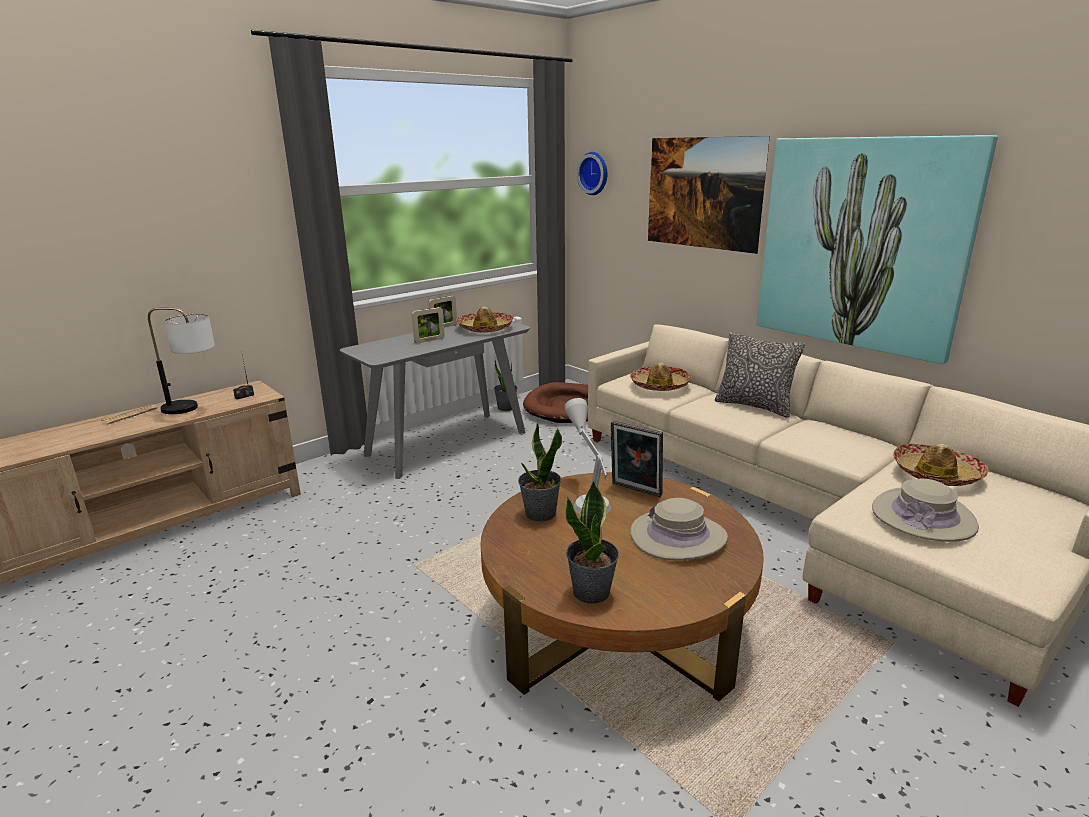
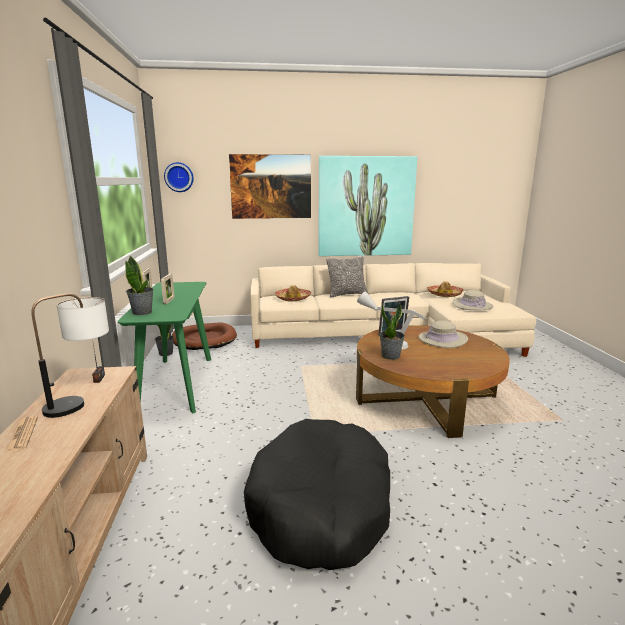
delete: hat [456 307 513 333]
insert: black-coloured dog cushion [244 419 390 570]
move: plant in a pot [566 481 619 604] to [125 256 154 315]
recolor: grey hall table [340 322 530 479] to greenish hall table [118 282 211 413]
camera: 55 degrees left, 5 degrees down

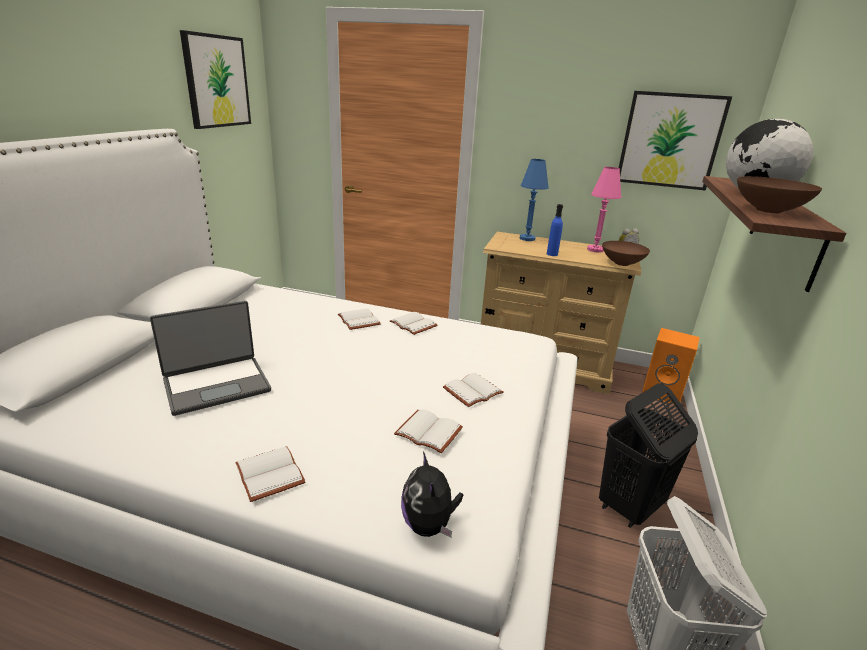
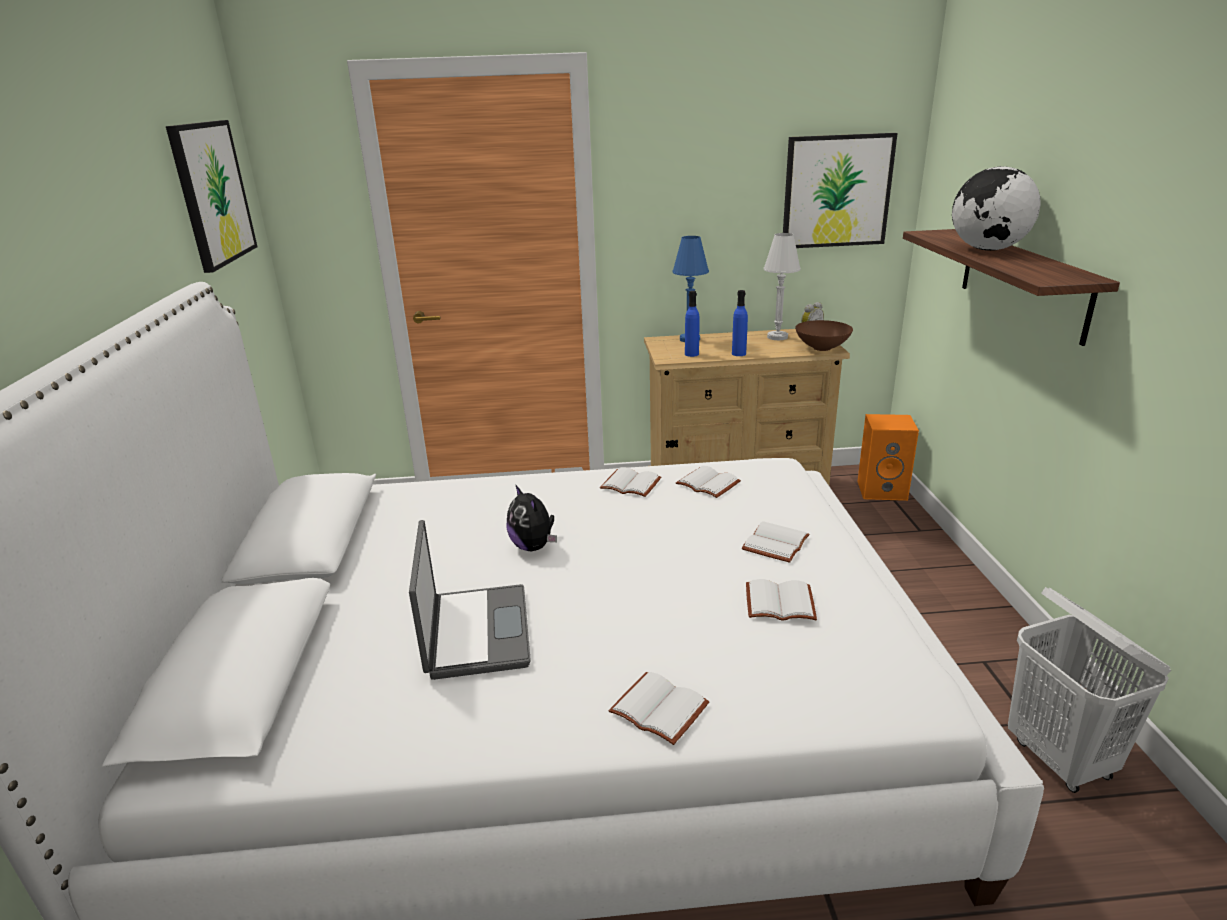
delete: black-coloured laundry basket [599 383 698 528]; brown serving bowl [737 176 822 213]
insert: blue bottle [685 291 699 357]
move: cuddly toy [401 452 463 537] to [506 484 557 551]; white-coloured bound book [338 308 381 330] to [676 466 741 498]
recolor: pinkish lamp for a table [587 167 621 253] to white-coloured lamp for a table [763 233 801 340]
rotate: laptop [150 301 271 416] = [409 520 531 680] 45 degrees counterclockwise
camera: 20 degrees left, 0 degrees up

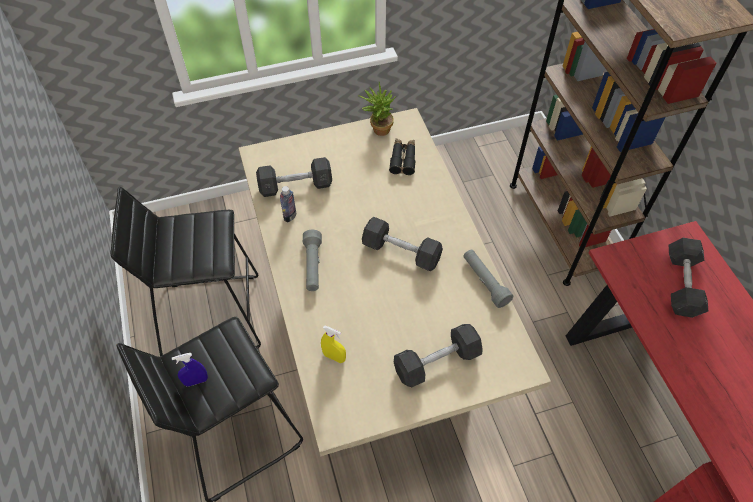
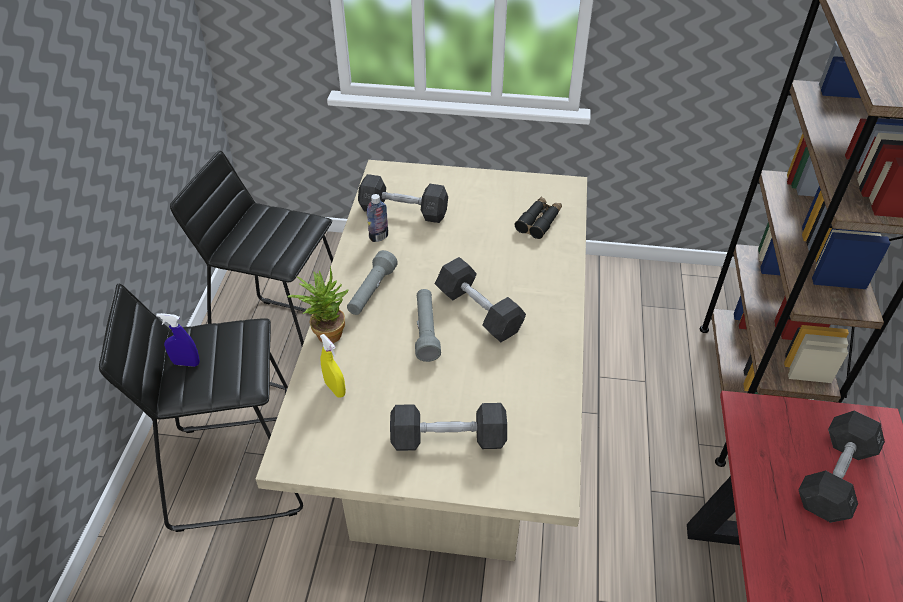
move: plant in a pot [358 82 395 136] to [287 266 348 343]; grey flashlight [463 250 513 308] to [415 289 441 362]
camera: 25 degrees right, 10 degrees down

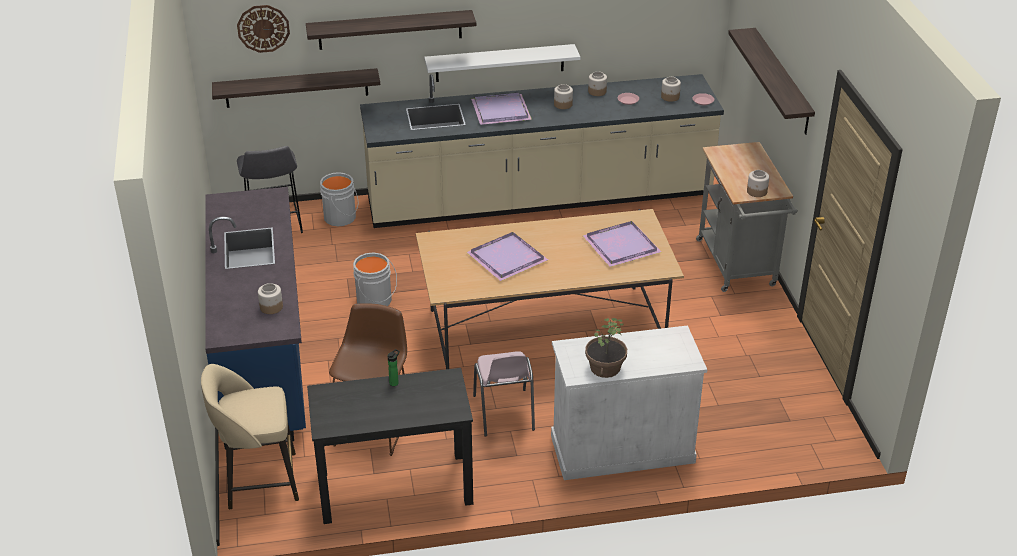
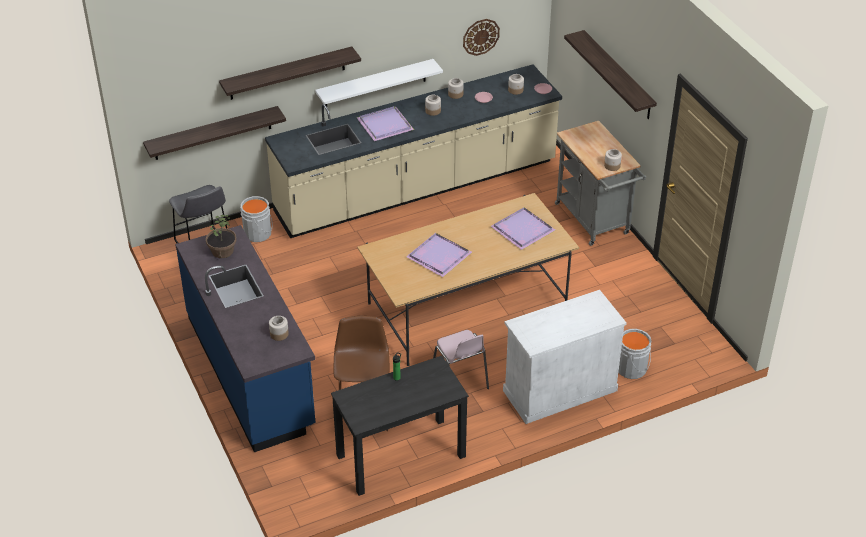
delete: beige stool [201 364 299 510]
move: plant in a pot [585 318 627 378] to [206 214 237 258]; clock on the wall [237 5 290 53] to [463 19 500 56]; grey bucket [353 253 397 306] to [618 329 652 379]
camera: 15 degrees left, 5 degrees up

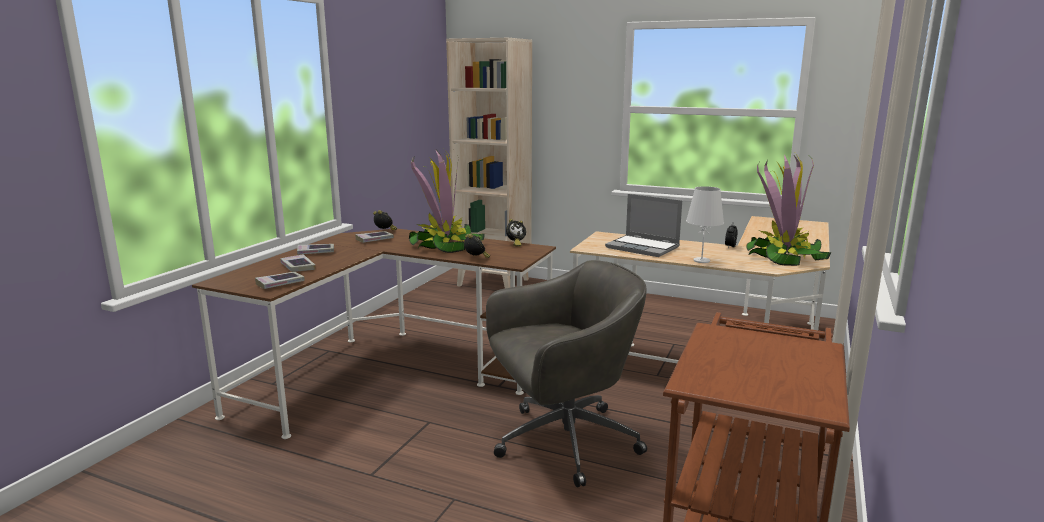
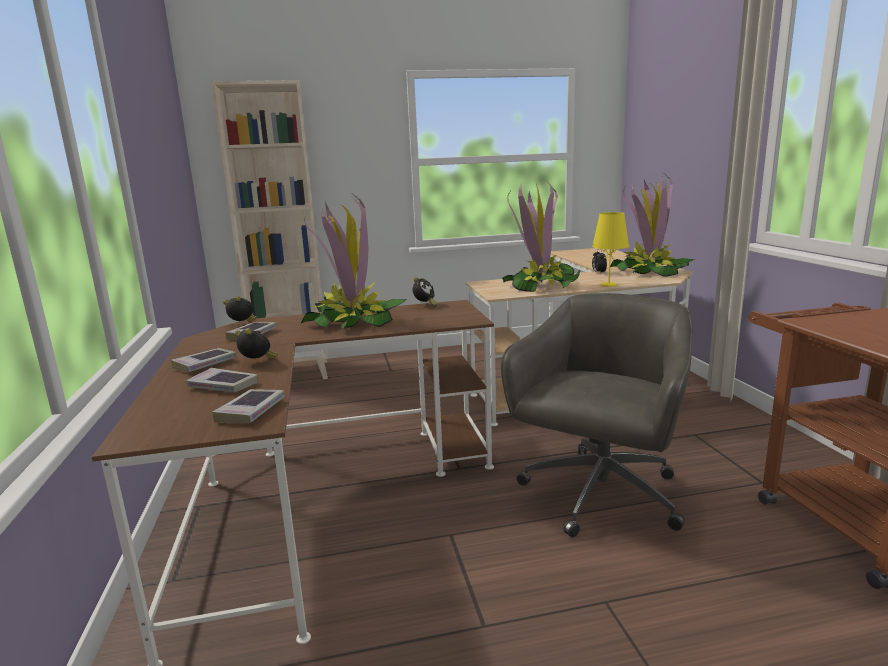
move: table clock [464 234 490 258] to [234 328 278 359]
replace: laptop [605 194 682 257] to plant in a pot [502 180 580 292]
recolor: white-coloured lamp for a table [686 186 724 263] to yellow lamp for a table [592 212 629 287]
camera: 35 degrees left, 0 degrees up

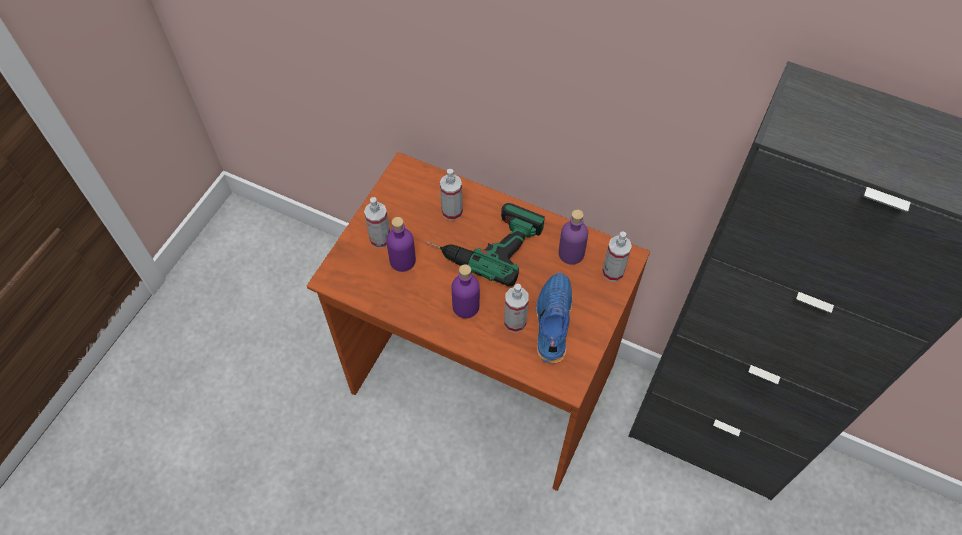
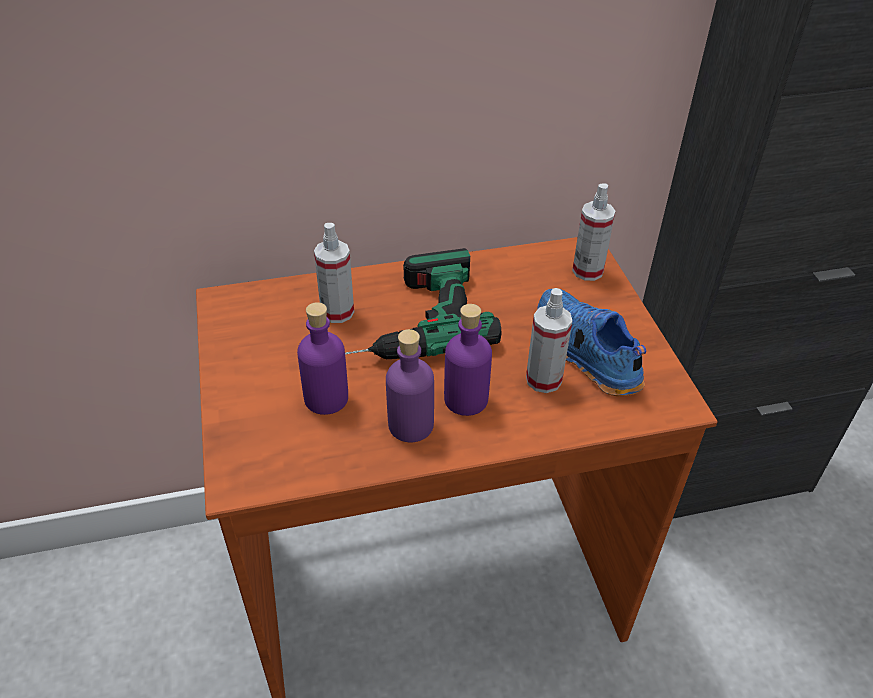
delete: sprayer [364 197 390 248]
move: purple bottle [559 209 588 265] to [386 329 434 442]
camera: 40 degrees left, 15 degrees down

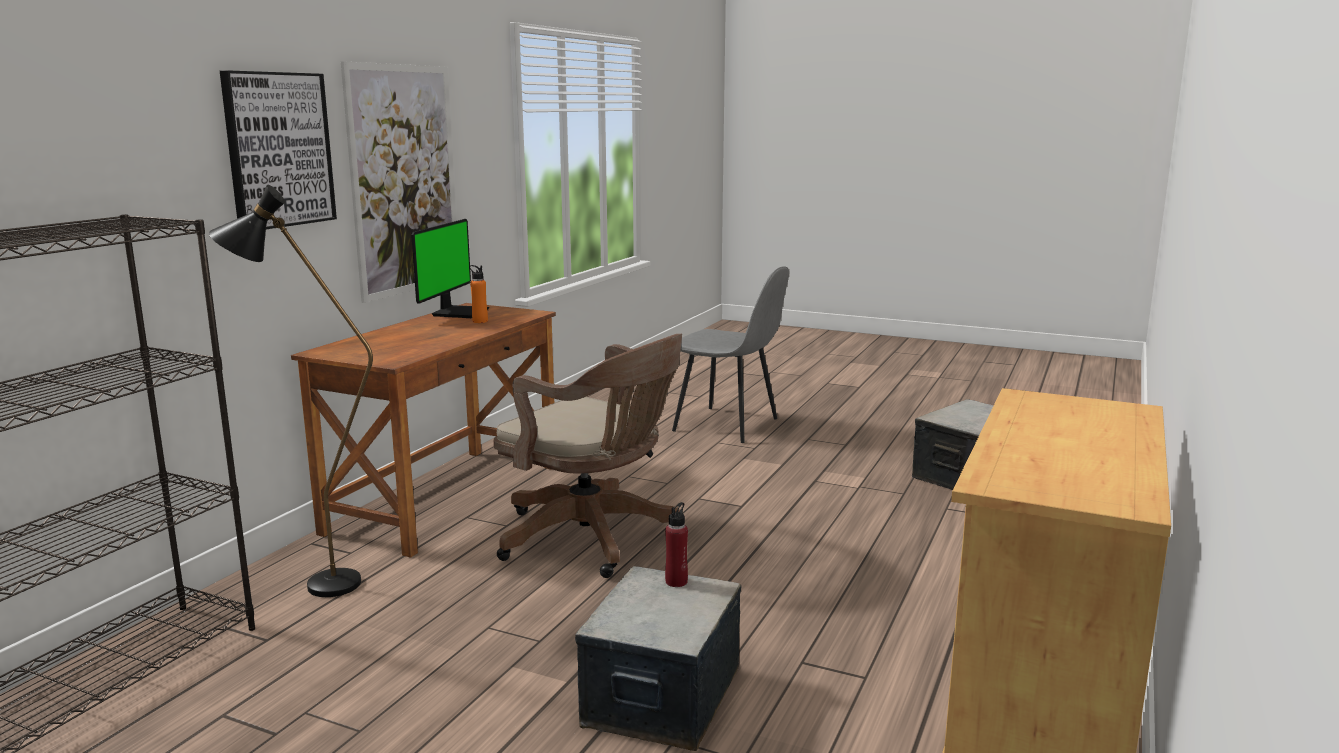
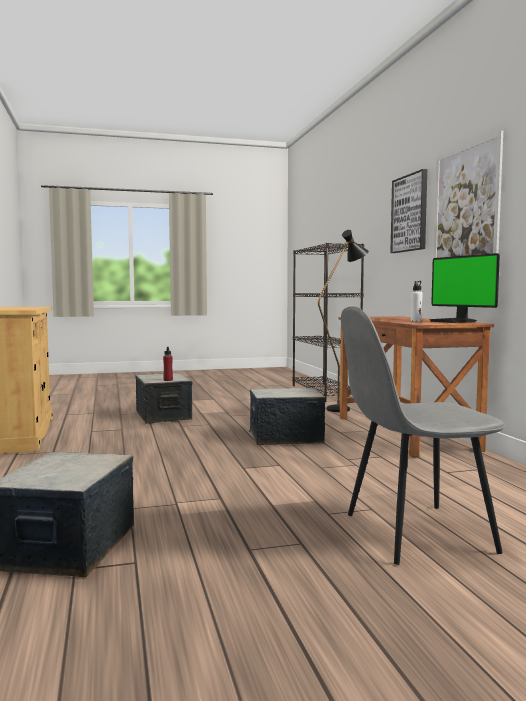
replace: brown computer chair [493 334 682 578] to storage container [249 388 326 445]
recolor: orange bottle [469 265 488 323] to white-coloured bottle [411 281 423 322]
camera: 140 degrees right, 10 degrees down

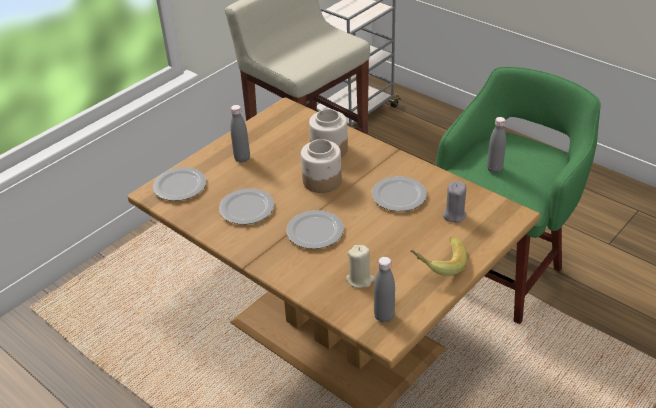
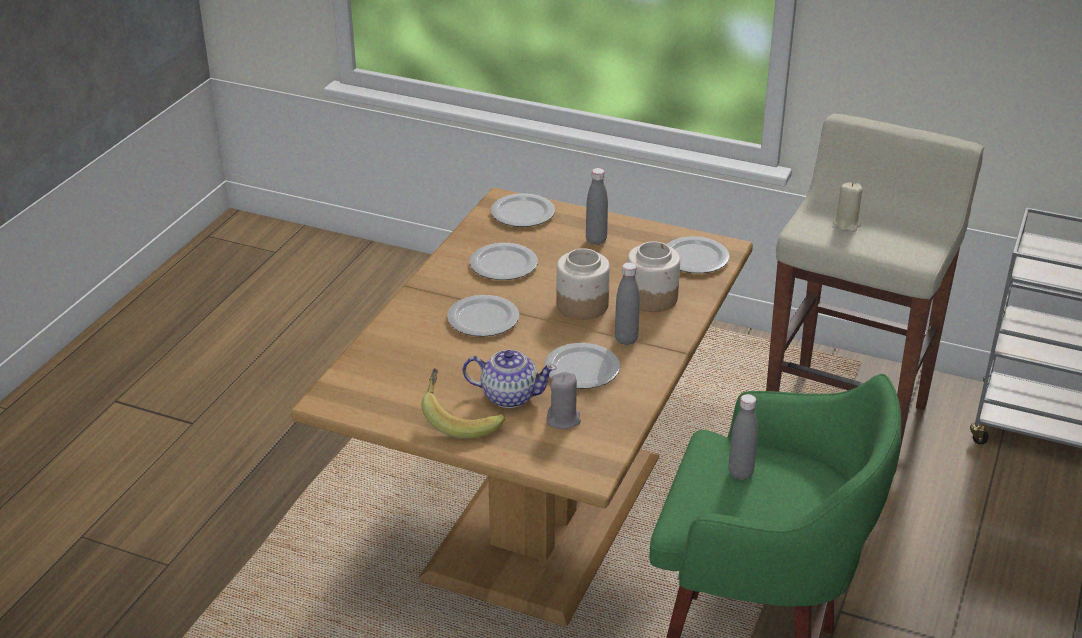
insert: pot for tea [463 350 557 408]; flat dish [666 237 730 273]
move: grey bottle [374 257 395 323] to [615 262 640 345]; beige wax light [346 245 375 288] to [833 182 863 232]
camera: 70 degrees right, 5 degrees down

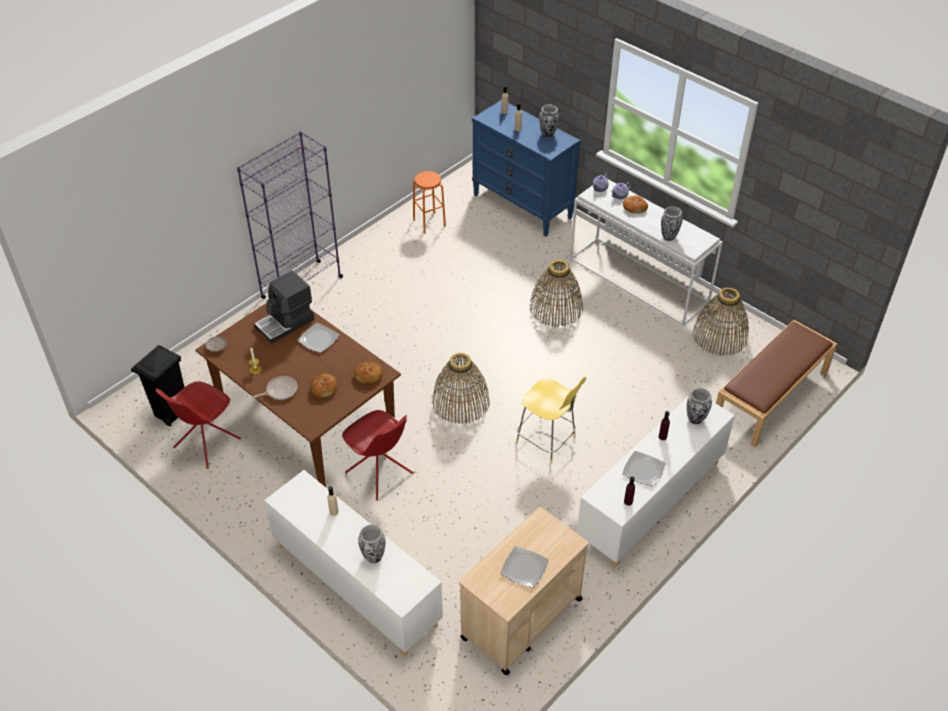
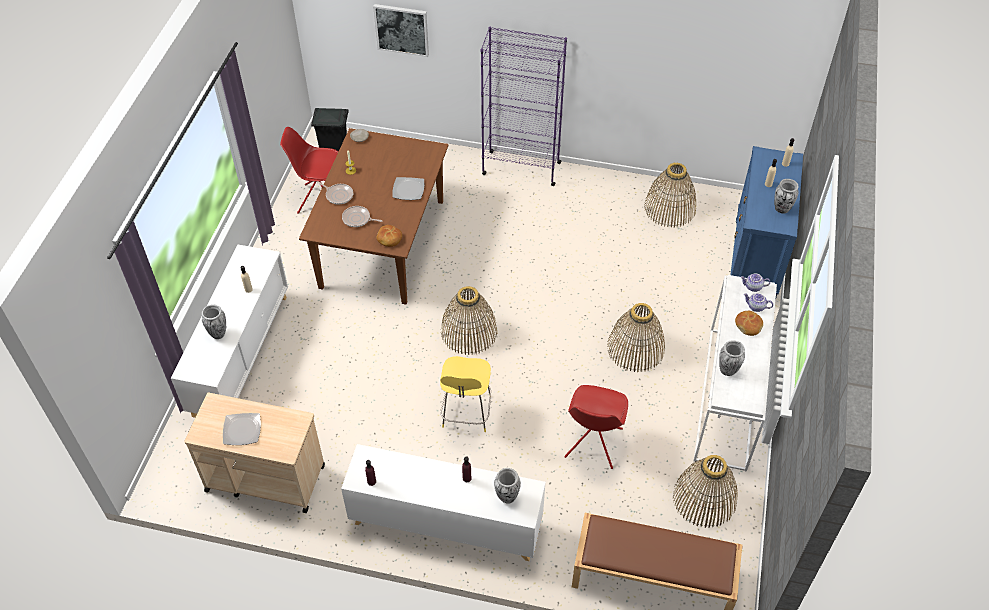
delete: coffee maker [254 270 314 344]; flat dish [622 451 666 487]
insert: wall art [373 4 429 57]
move: reddish plain chair [342 410 414 501] to [564 385 628 469]
replace: bread [311 374 337 398] to skillet [342 206 382 227]; orange stool [413 171 446 234] to storage basket [644 163 696 228]
camera: 60 degrees right, 5 degrees up

